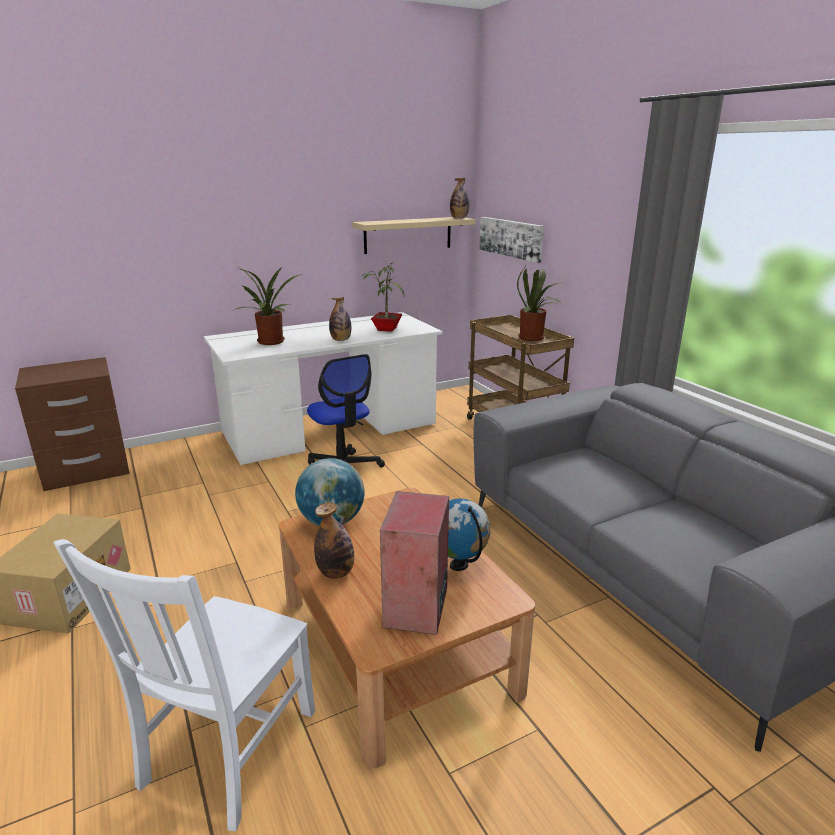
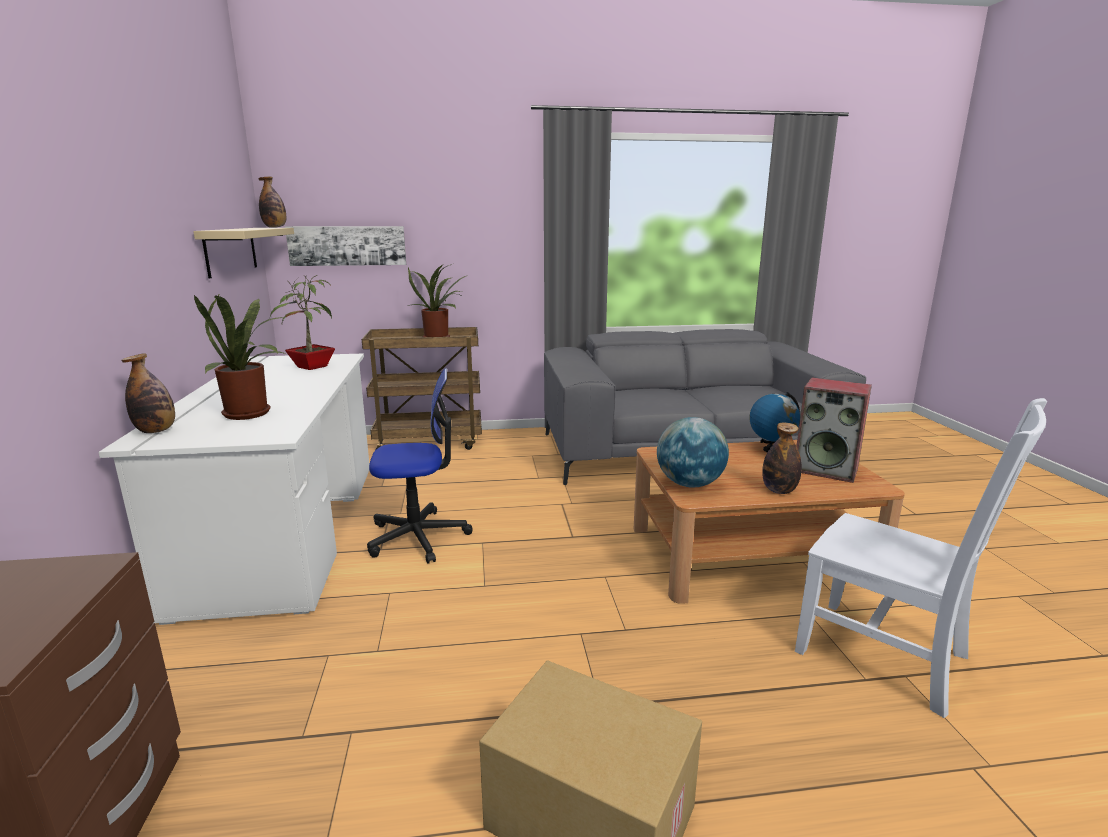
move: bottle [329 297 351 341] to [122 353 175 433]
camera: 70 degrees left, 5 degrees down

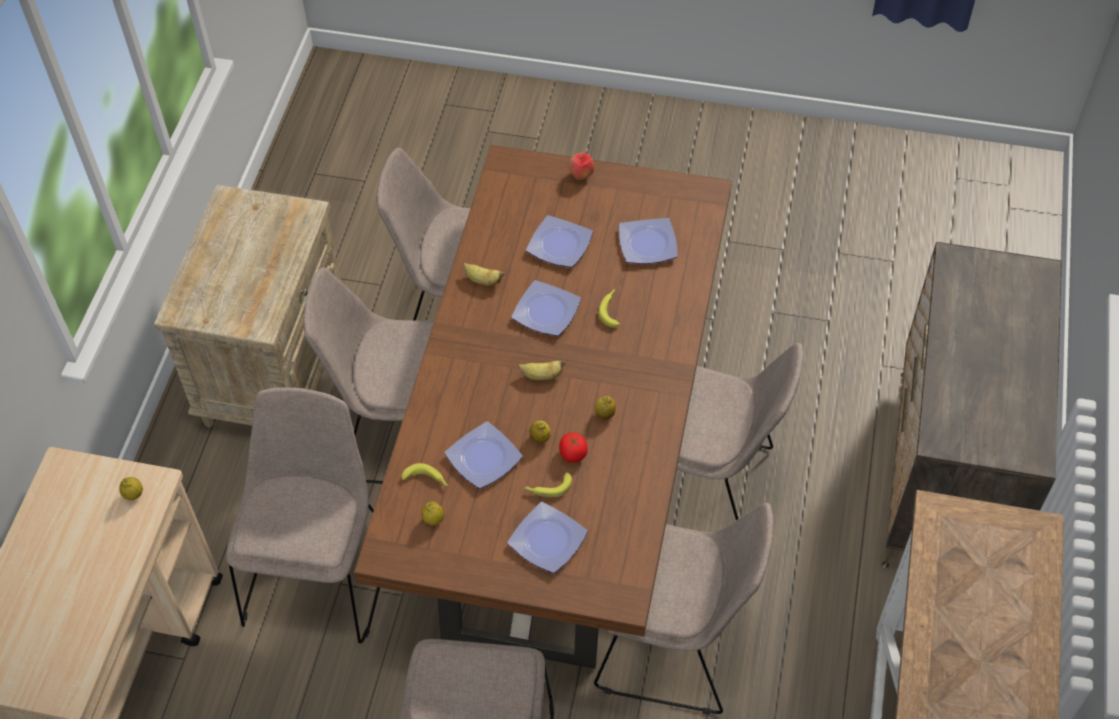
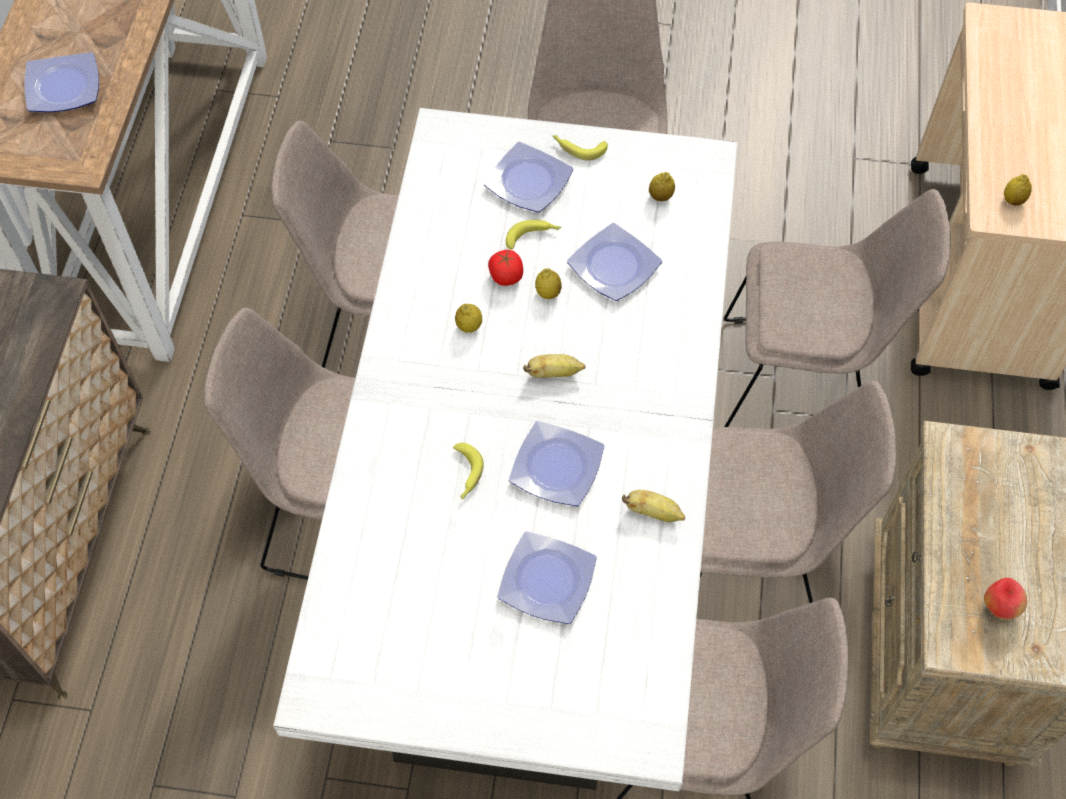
move: flat dish [619 218 678 264] to [24 52 99 112]; banana fruit [401 463 449 486] to [553 135 608 161]; whole apple [568 153 594 180] to [984 578 1027 620]
recolor: brown dinner table [354 145 732 669] to white-coloured dinner table [273 108 737 791]
rotate: beige plain chair [226 387 380 643] = [724 189 951 427] 90 degrees counterclockwise
camera: 175 degrees right, 5 degrees up

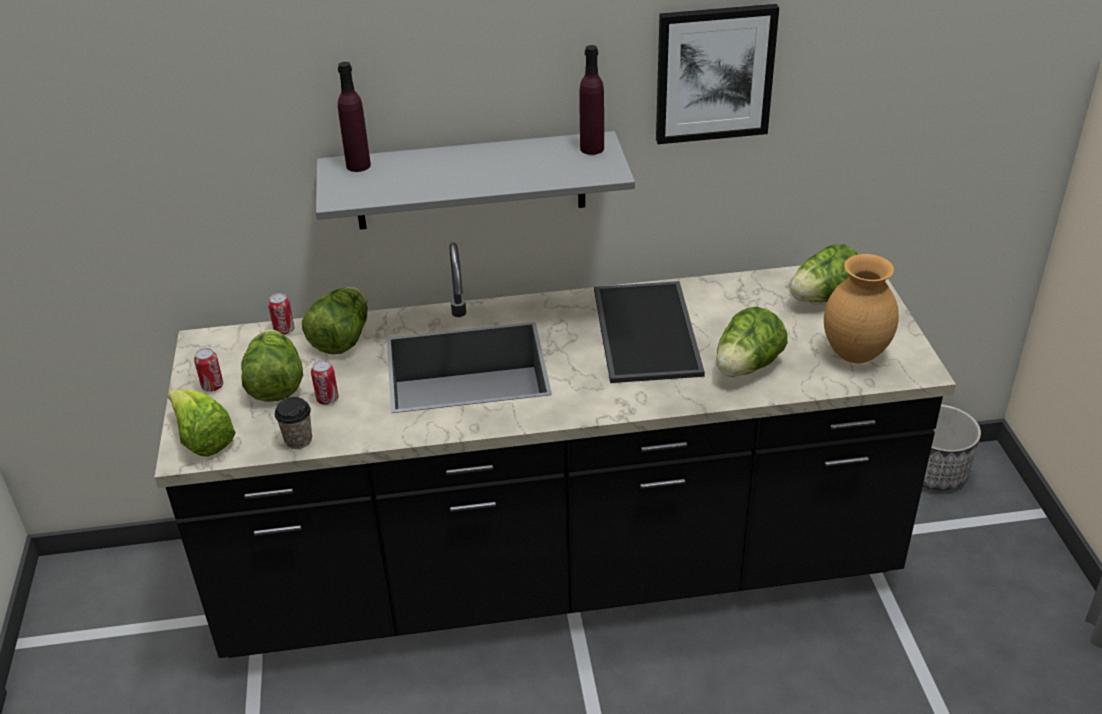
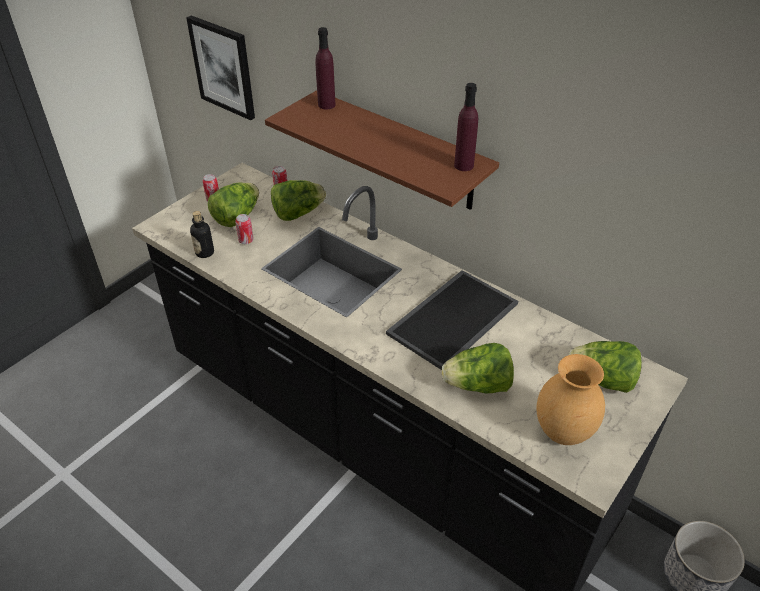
delete: lettuce head [167 389 236 457]
move: wall art [656 4 779 144] to [186 15 255 120]
replace: small cup [275 397 312 449] to bottle [190 211 214 258]
recolor: grey shelf [316 131 635 229] to brown shelf [265 90 499 210]
camera: 45 degrees right, 5 degrees up

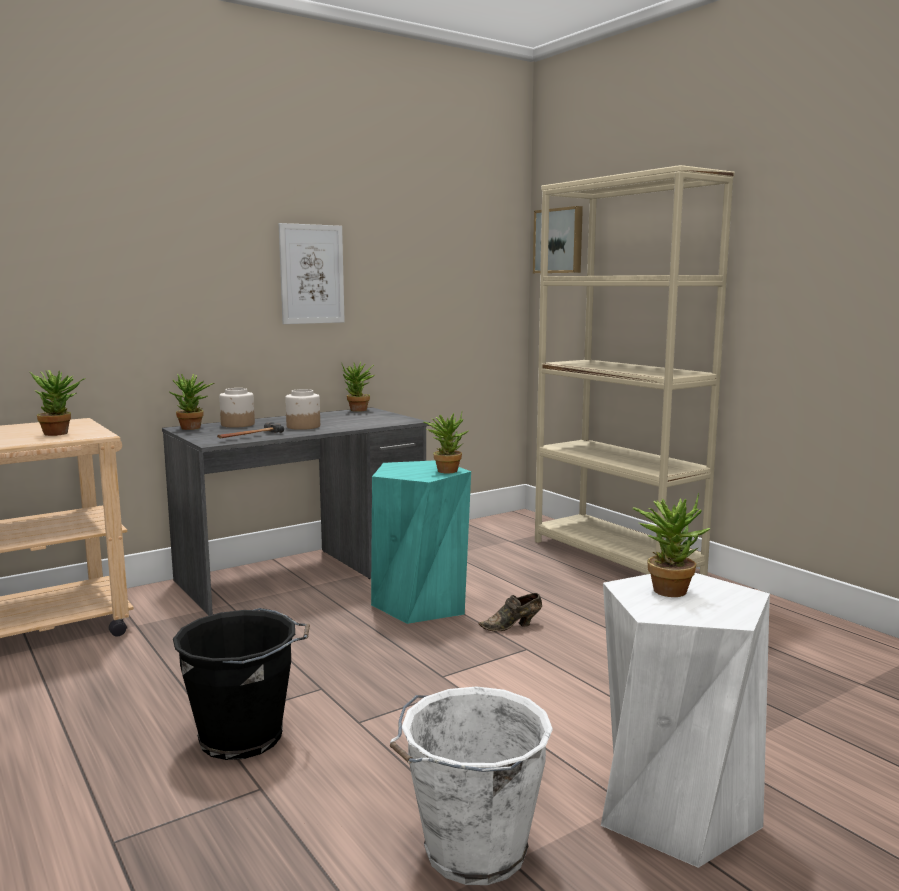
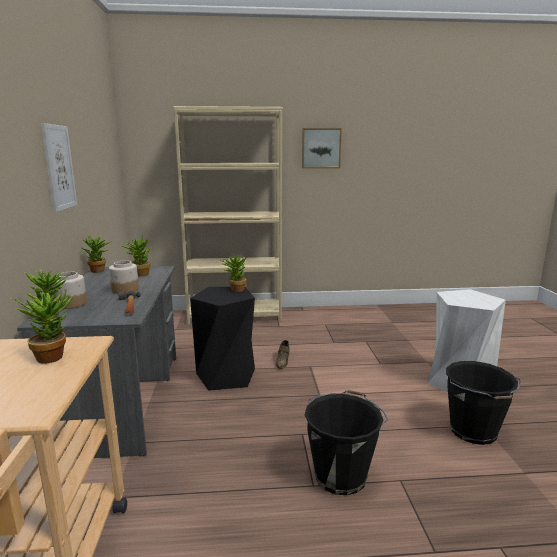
move: plant in a pot [632 493 711 597] to [121 235 152 276]; wall art [533 206 583 273] to [302 128 342 169]
recolor: turquoise stool [371 460 471 624] to black-coloured stool [190 287 255 391]; white-coloured bucket [390 686 553 885] to black-coloured bucket [446 361 521 445]
camera: 60 degrees left, 5 degrees up

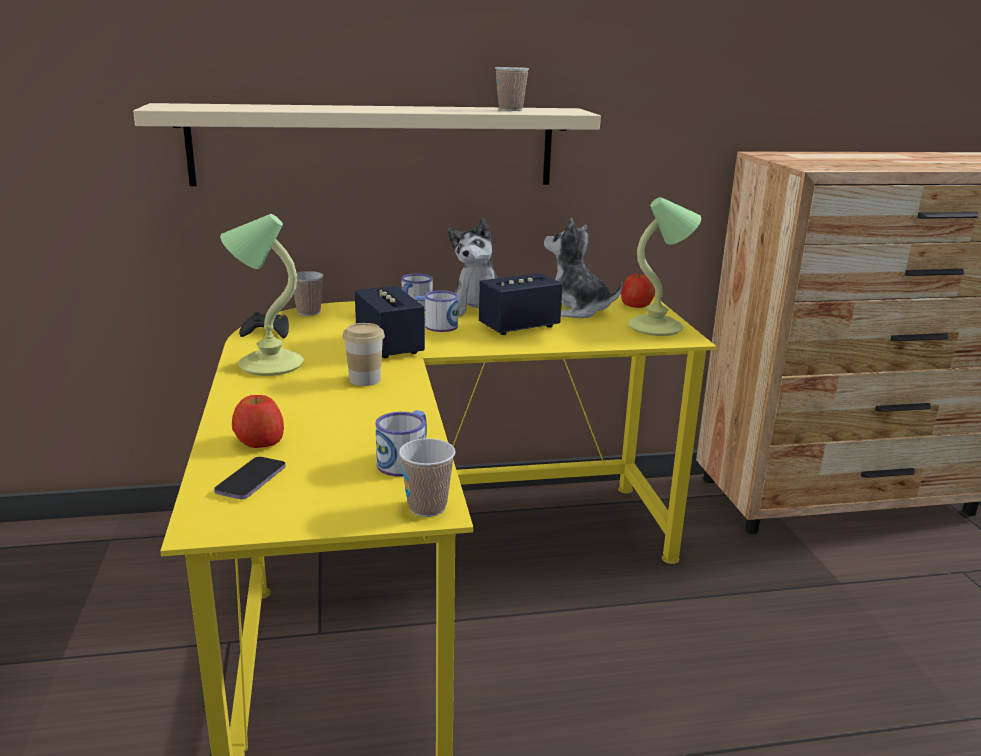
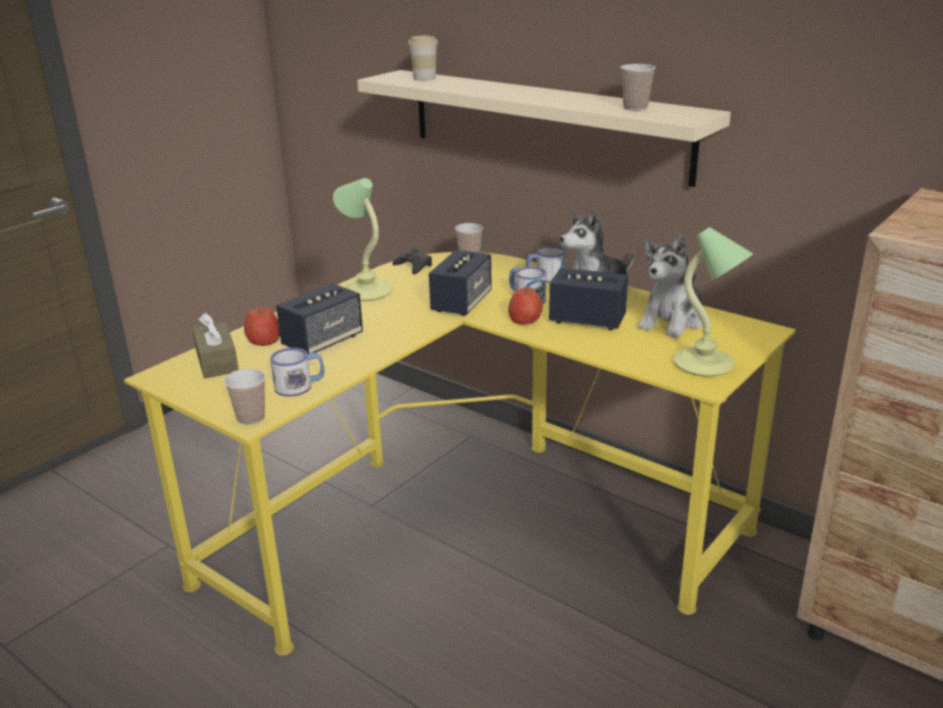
insert: audio speaker [276 283 363 354]
move: small cup [342 323 385 386] to [408 35 438 81]; whole apple [621 274 655 308] to [508 288 543 324]
replace: handset [214 457 286 499] to brown tissue holder [192 313 239 378]
rotate: cuddly toy [544 218 623 318] = [638 234 703 338] 135 degrees counterclockwise
camera: 50 degrees right, 5 degrees up

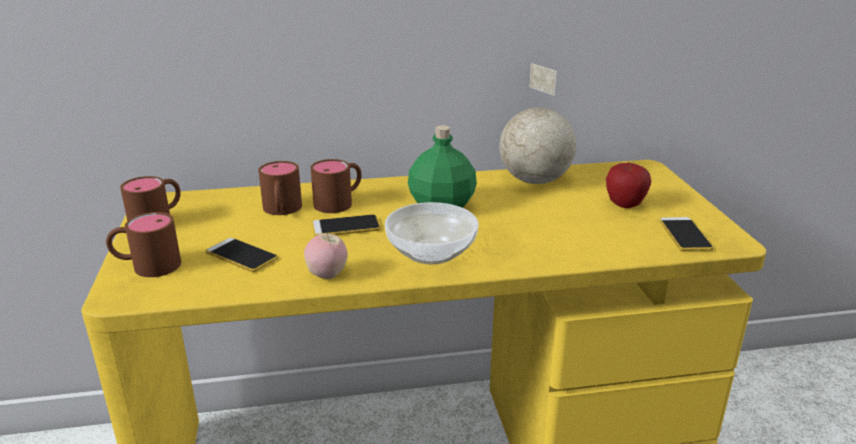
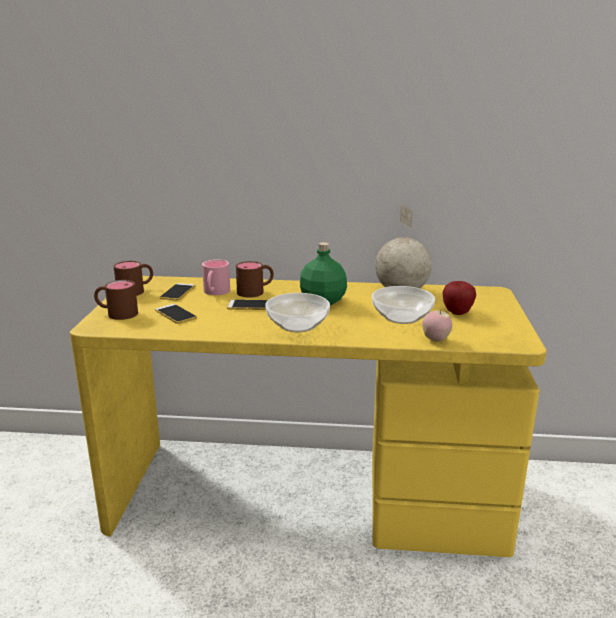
insert: serving bowl [372 286 435 324]
move: handset [659 217 714 251] to [159 283 195 301]; whole apple [304 233 348 279] to [422 308 452 342]
recolor: brown mug [258 161 302 215] to pinkish mug [202 260 230 295]
camera: 15 degrees right, 5 degrees down

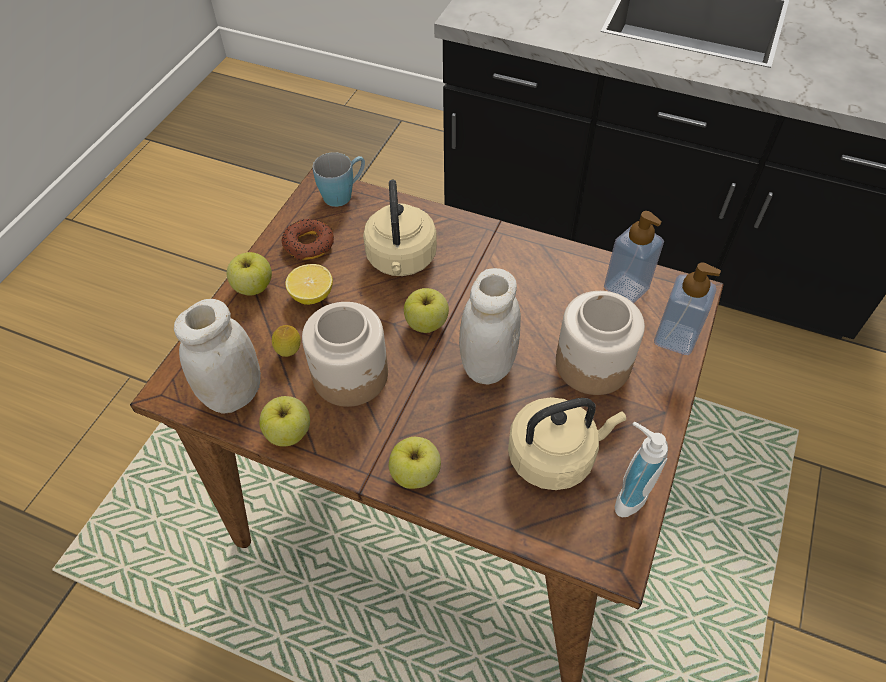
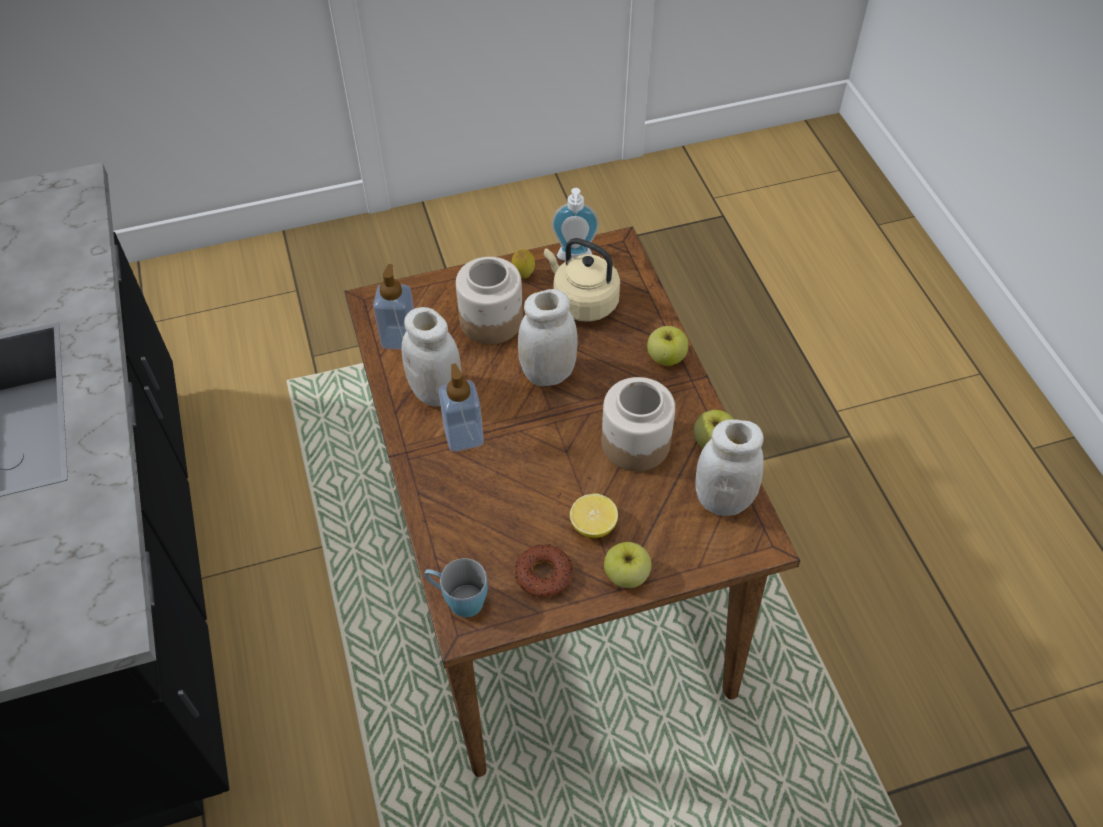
delete: beige tea kettle [363 180 437 276]; whole apple [404 288 449 333]
insert: white-coloured jar [402 307 461 407]
move: soap bottle [654 262 721 355] to [439 364 484 452]; lemon [272 325 301 357] to [512 249 535 279]
camera: 130 degrees left, 0 degrees up

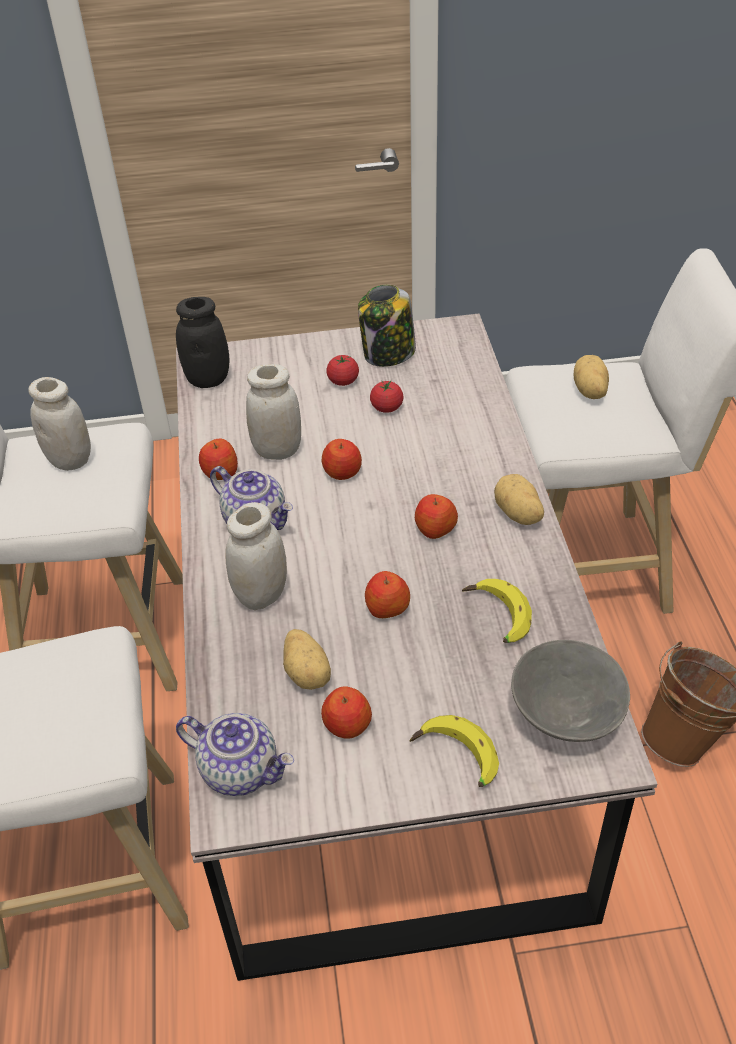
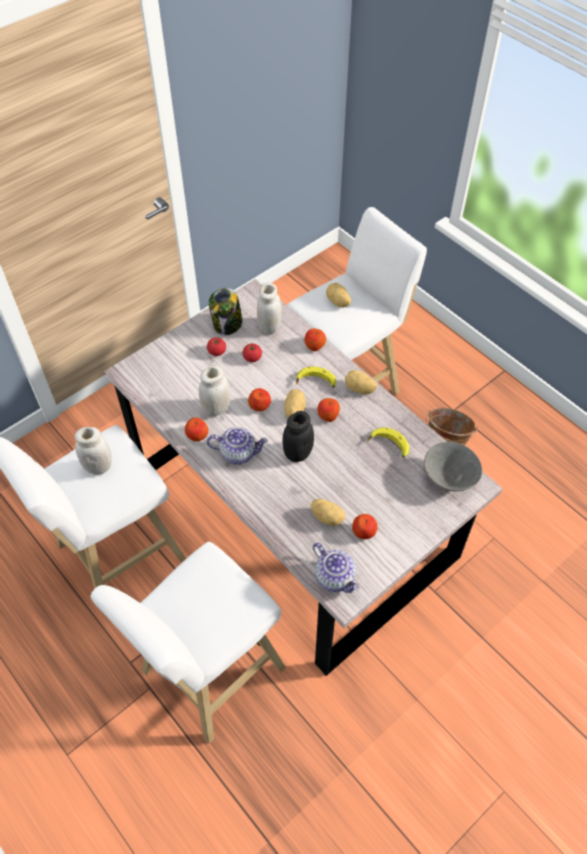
insert: whole potato [284 389 306 418]
move: white-coloured jar [225 502 287 610] to [257 283 282 334]; black-coloured jar [176 297 230 388] to [282 411 314 462]; banana fruit [409 715 499 787] to [296 366 336 388]; whole apple [365 571 410 618] to [304 329 326 351]
rotate: pot for tea [176 713 294 796] = [313 543 360 593] 60 degrees clockwise
camera: 35 degrees left, 10 degrees up

